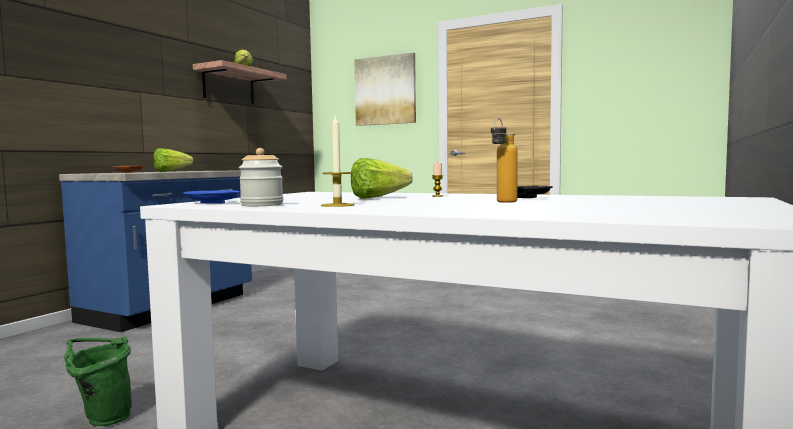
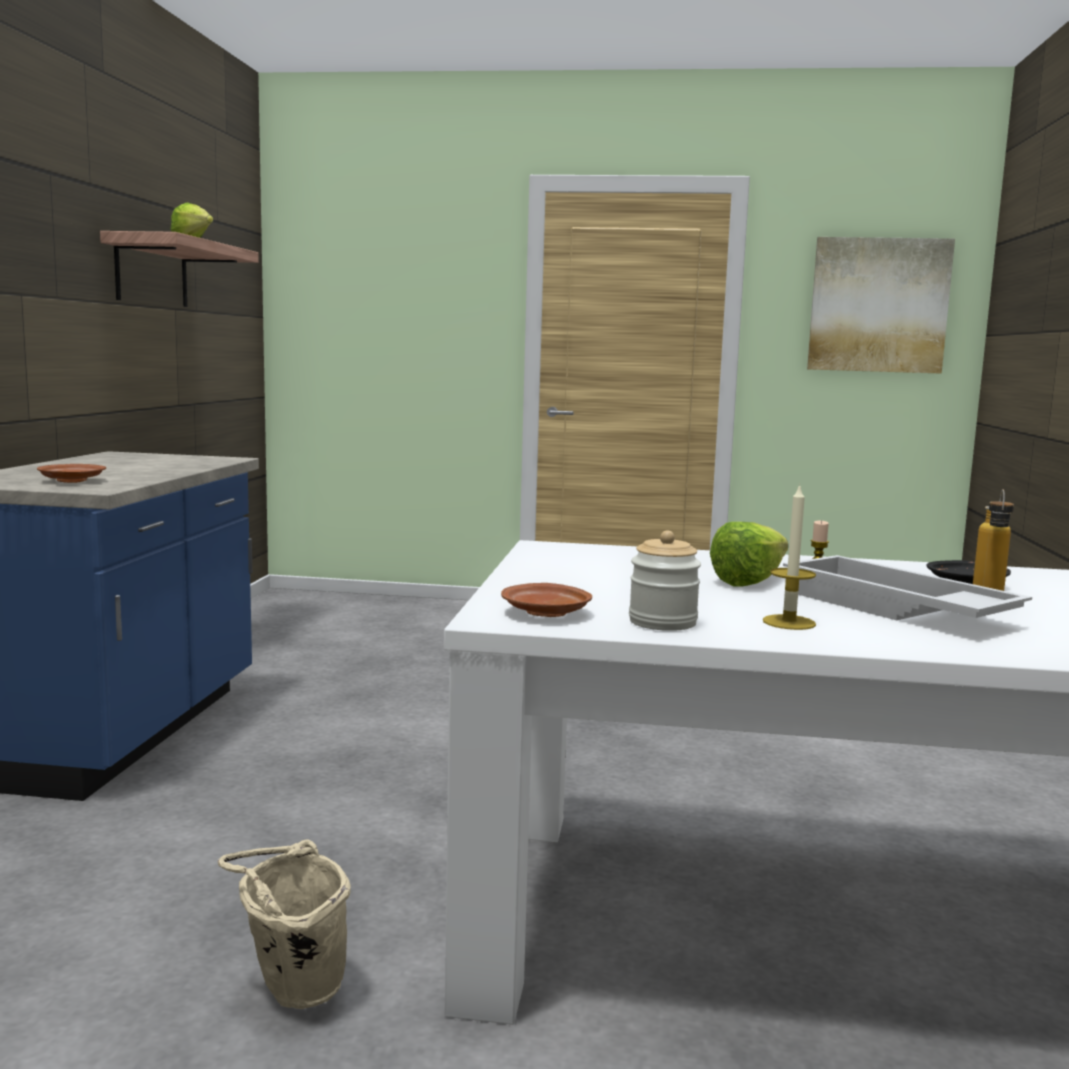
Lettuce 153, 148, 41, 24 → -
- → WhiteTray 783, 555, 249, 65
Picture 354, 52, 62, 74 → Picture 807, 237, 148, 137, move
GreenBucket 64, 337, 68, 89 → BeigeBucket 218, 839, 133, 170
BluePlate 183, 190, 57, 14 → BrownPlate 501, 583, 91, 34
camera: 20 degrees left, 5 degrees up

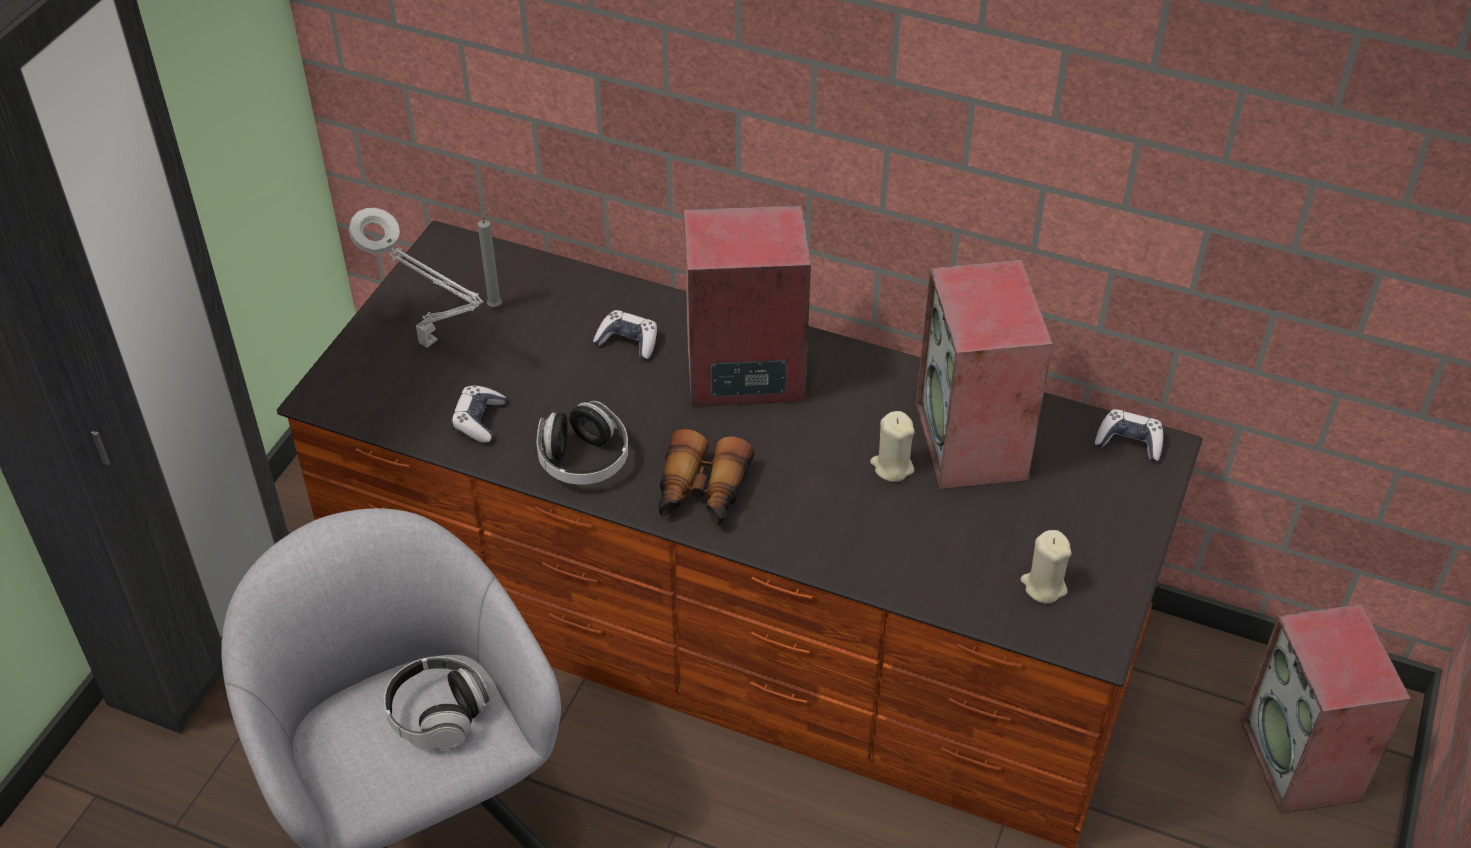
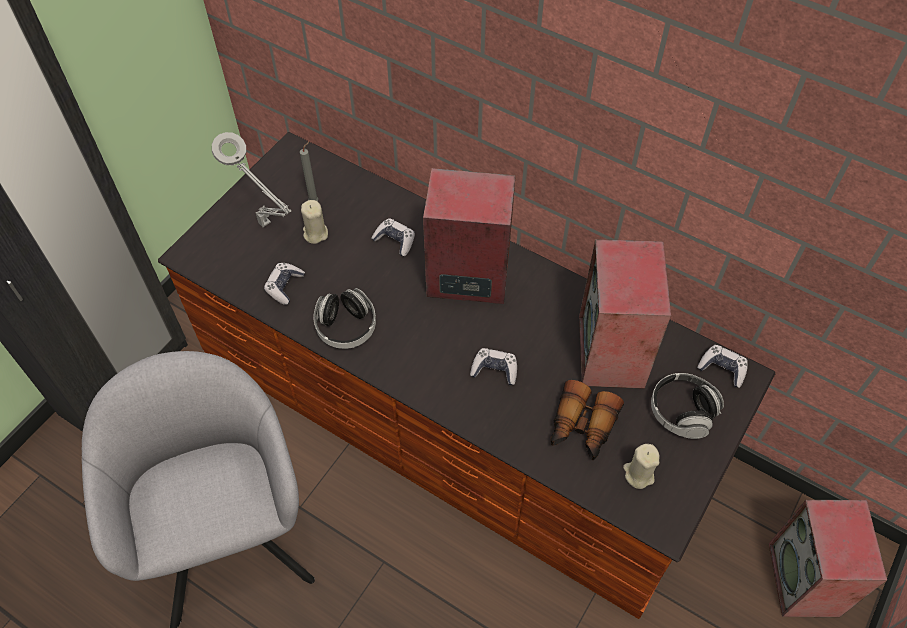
- → GameController 470, 348, 47, 37
Headphones 384, 657, 106, 92 → Headphones 651, 373, 73, 66, move
Binoculars 658, 429, 97, 97 → Binoculars 551, 380, 73, 80, move
BeigeCandle 870, 411, 45, 71 → BeigeCandle 301, 200, 27, 44, move
camera: 10 degrees right, 10 degrees up

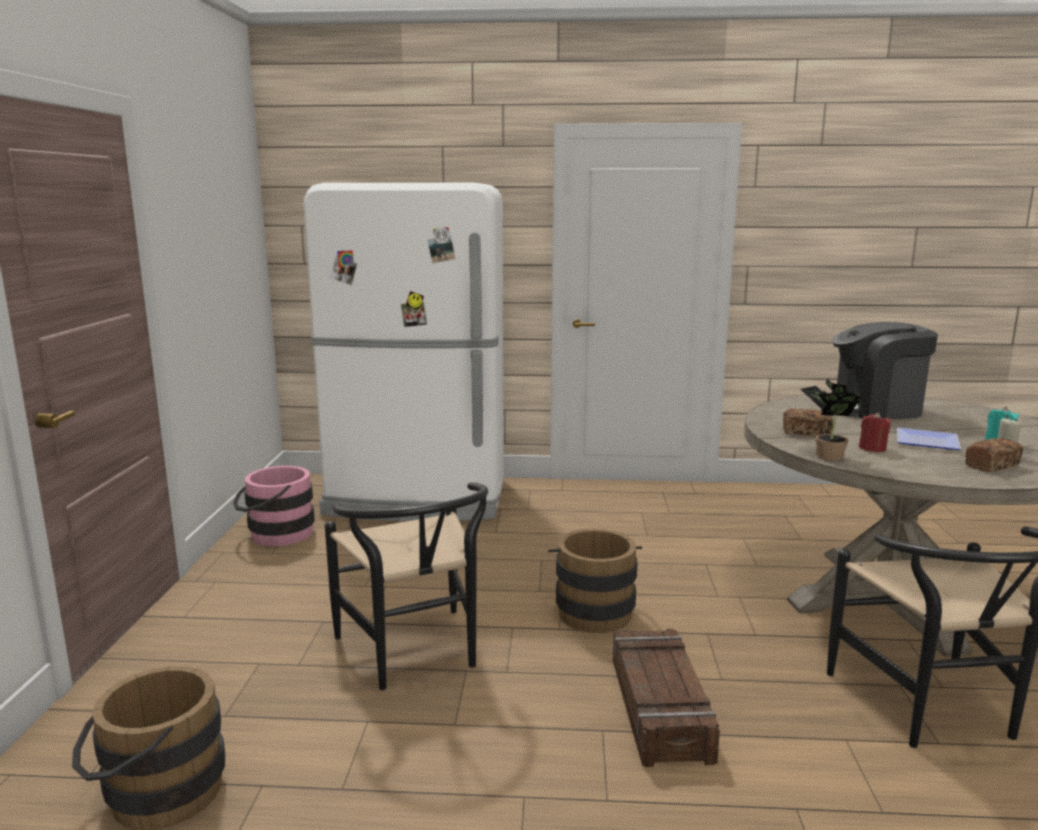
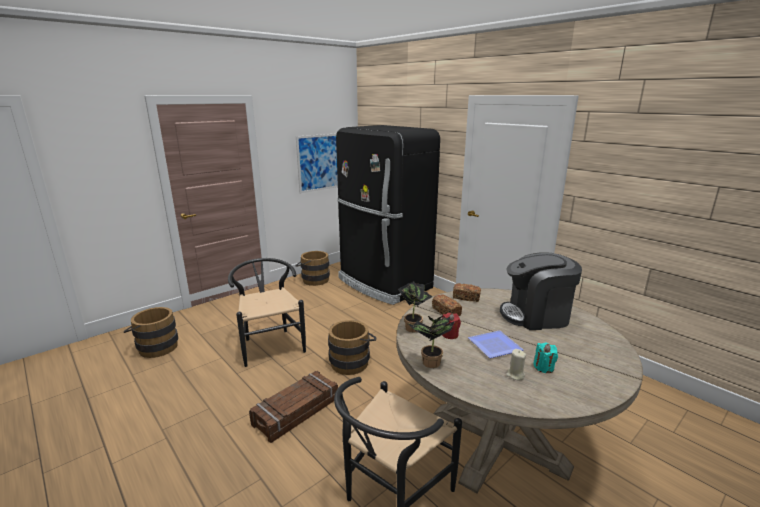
- → Picture 296, 133, 42, 60
- → PottedPlant 408, 315, 47, 53
Bread 965, 438, 58, 34 → Bread 453, 283, 28, 19, move
PinkBucket 233, 466, 82, 80 → BrownBucket 296, 251, 34, 35
WhiteFridge 303, 183, 201, 338 → BlackFridge 336, 125, 104, 180
BlackChair 325, 482, 163, 208 → BlackChair 228, 258, 78, 109, 135 degrees clockwise
CoffeeMachine 832, 322, 106, 97 → CoffeeMachine 500, 252, 82, 78, 45 degrees counterclockwise
camera: 45 degrees right, 5 degrees up

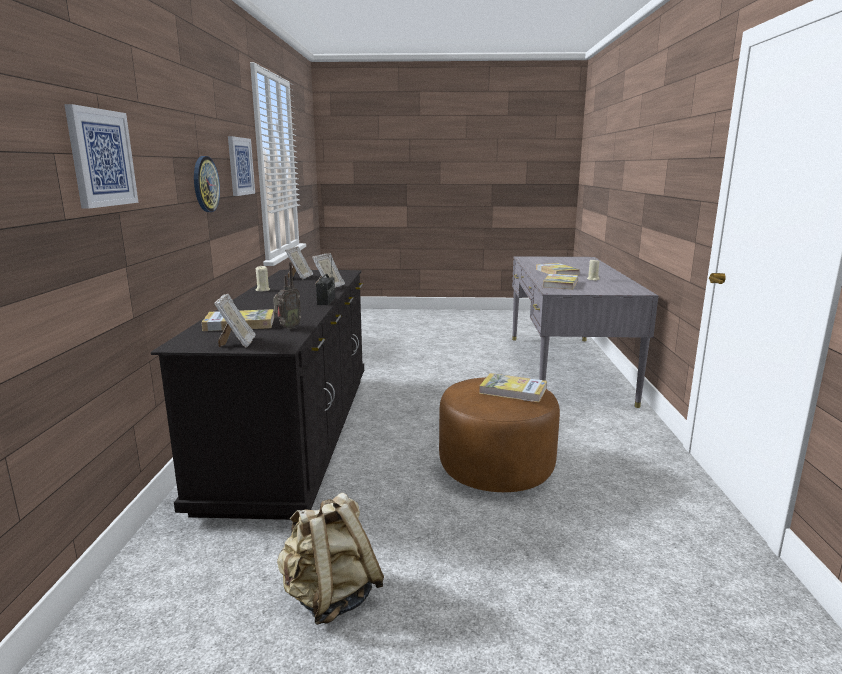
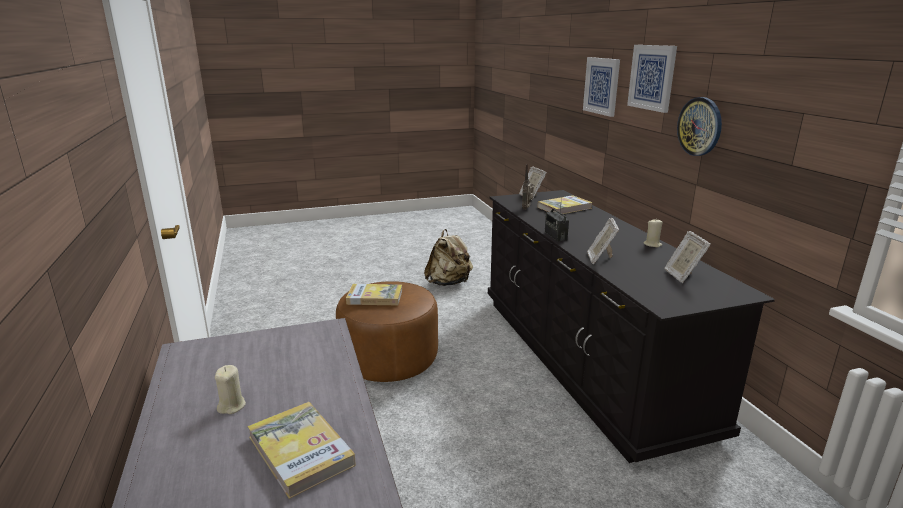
Book 543, 273, 35, 16 → -
Picture 228, 136, 27, 60 → Picture 627, 45, 50, 68, move
camera: 160 degrees right, 5 degrees up

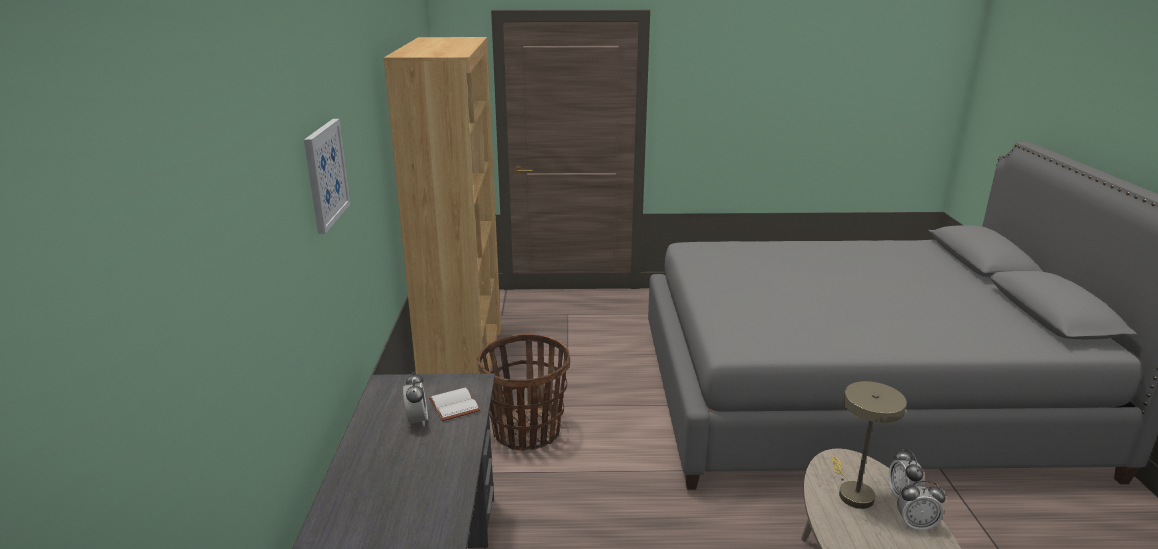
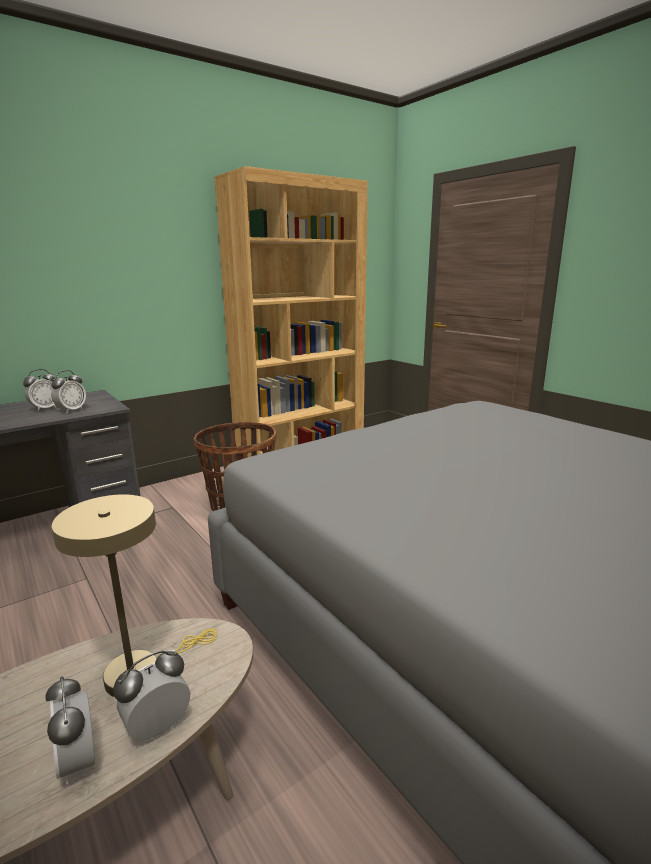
Picture 304, 119, 46, 115 → -
WhiteBook 429, 387, 52, 34 → AlarmClock 51, 370, 35, 43
camera: 55 degrees right, 5 degrees down

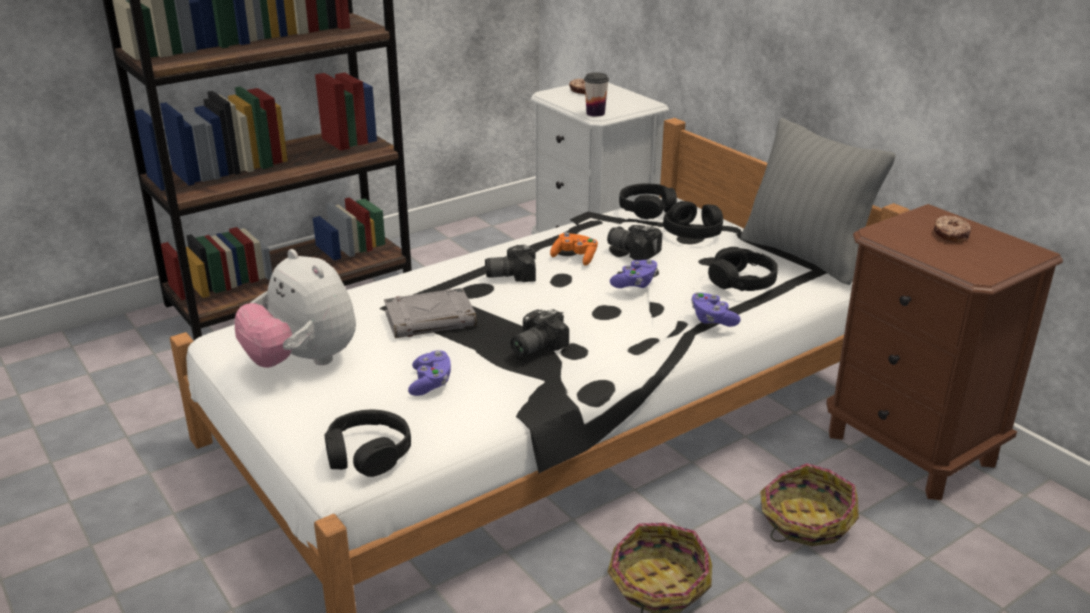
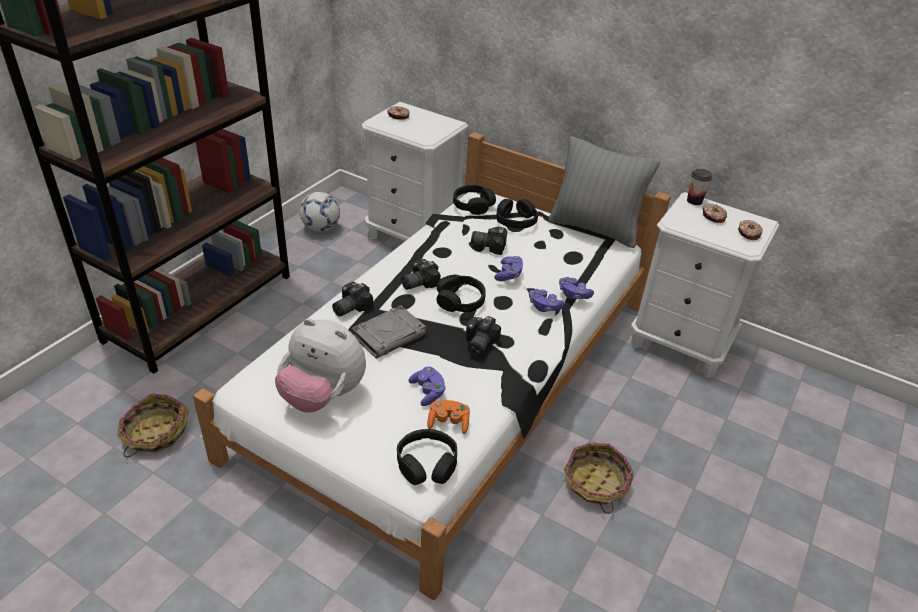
- → Football 299, 192, 41, 40
- → PhotoCamera 332, 281, 41, 35
- → PurpleGameController 529, 289, 36, 23
- → Donut 738, 220, 25, 20
OrangeGameController 550, 232, 48, 34 → OrangeGameController 427, 400, 43, 34, move
Cup 584, 72, 25, 45 → Cup 687, 169, 26, 36, move
BlackHeadphones 708, 247, 70, 44 → BlackHeadphones 437, 275, 49, 37, move
Basket 760, 463, 99, 83 → Basket 118, 393, 71, 64, move
BrownNightstand 826, 204, 237, 296 → WhiteNightstand 631, 192, 148, 186
camera: 25 degrees left, 10 degrees up

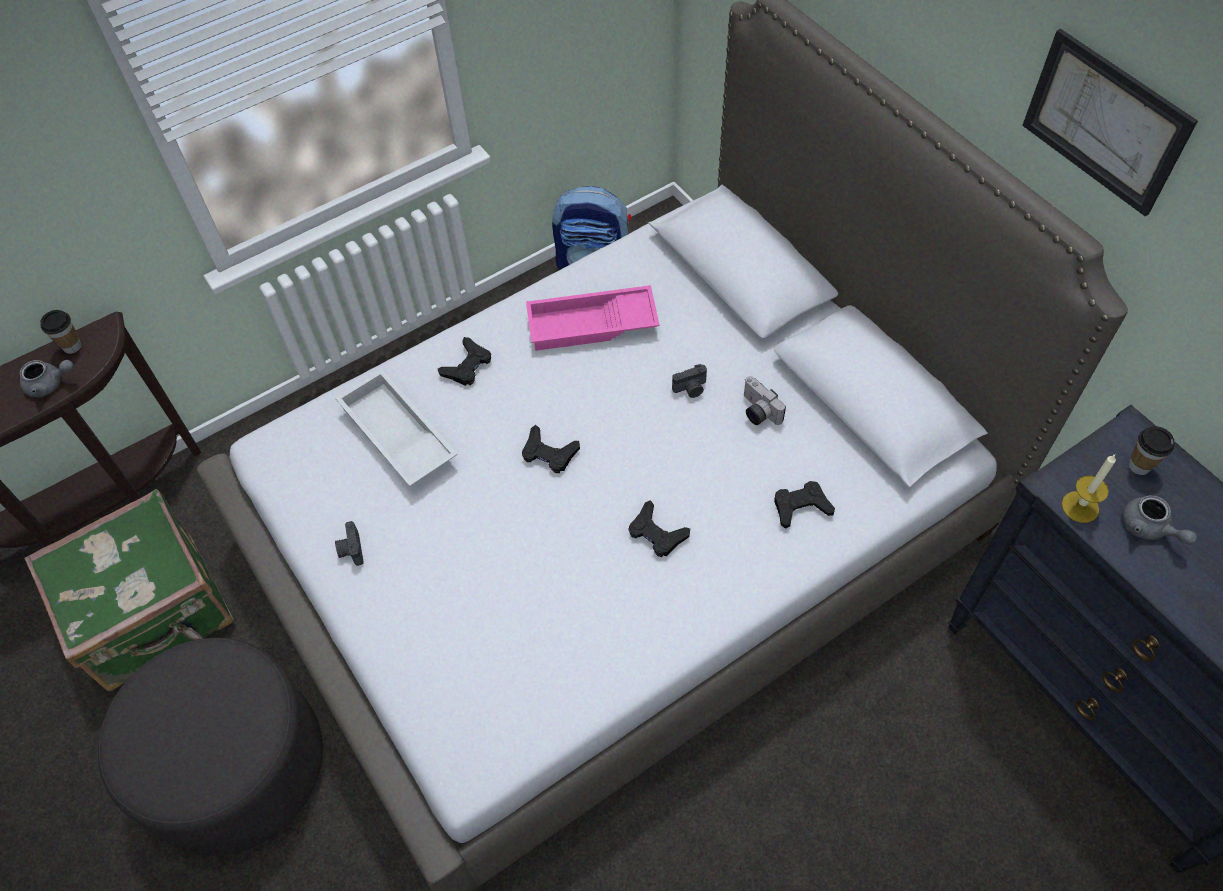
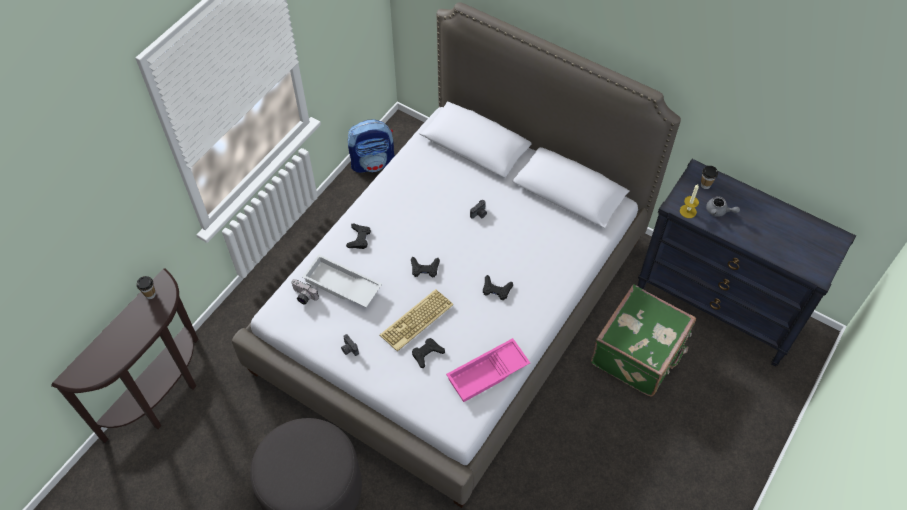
GreyTeapot 20, 360, 53, 37 → -
Picture 1022, 29, 176, 187 → -
- → Keyboard 380, 289, 73, 62
GreenSuitcase 24, 489, 210, 203 → GreenSuitcase 591, 284, 105, 113, move
PinkTray 526, 285, 134, 66 → PinkTray 446, 338, 84, 64, move
PhotoCamera 744, 376, 42, 49 → PhotoCamera 291, 279, 28, 26, move
BlackGameController 774, 481, 61, 48 → BlackGameController 412, 338, 33, 30, move
camera: 25 degrees left, 0 degrees up

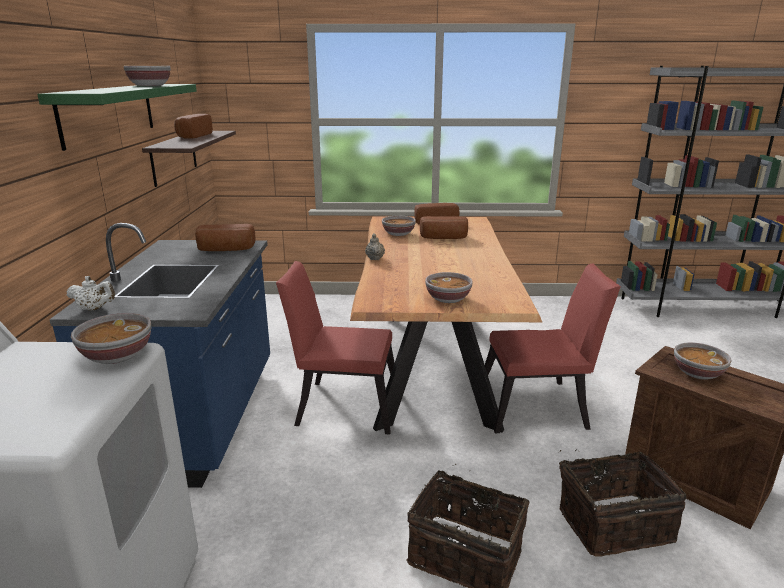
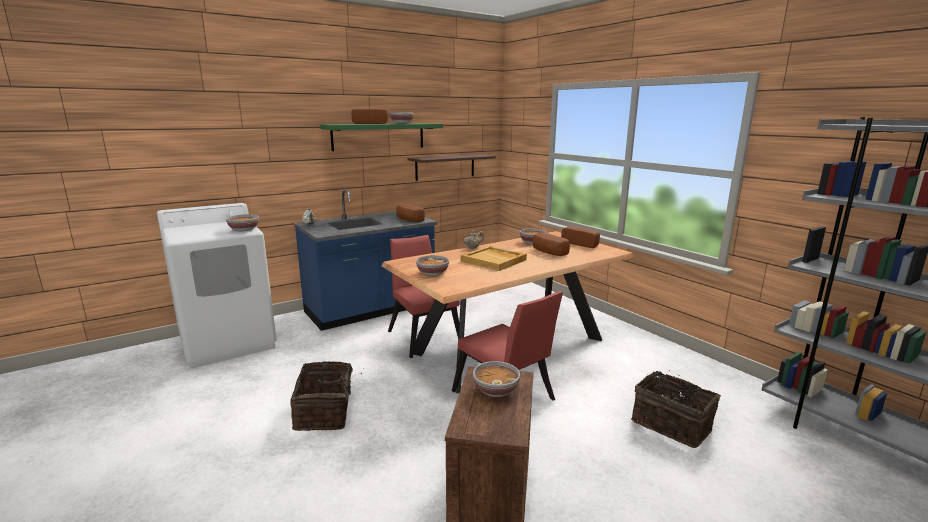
- → BeigeTray 461, 246, 66, 25
Bread 174, 114, 39, 25 → Bread 351, 109, 36, 15, move
Basket 559, 450, 128, 107 → Basket 631, 370, 90, 78, move
camera: 55 degrees right, 5 degrees down

